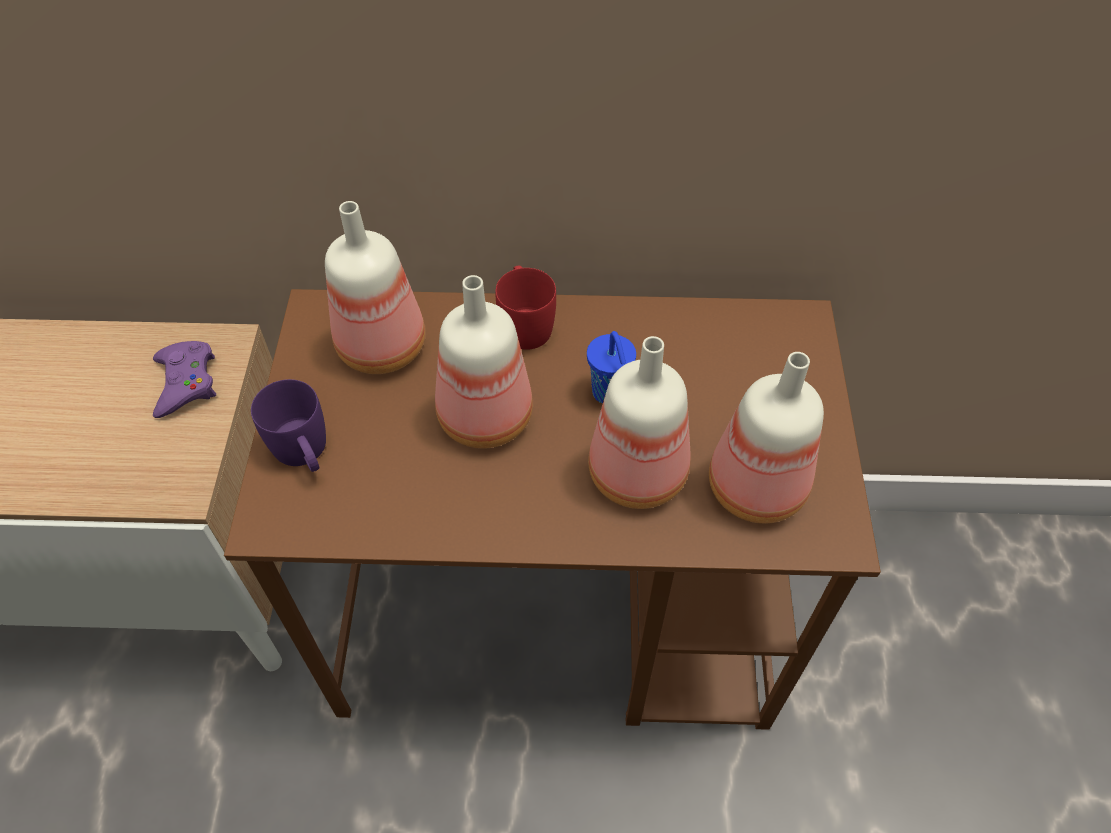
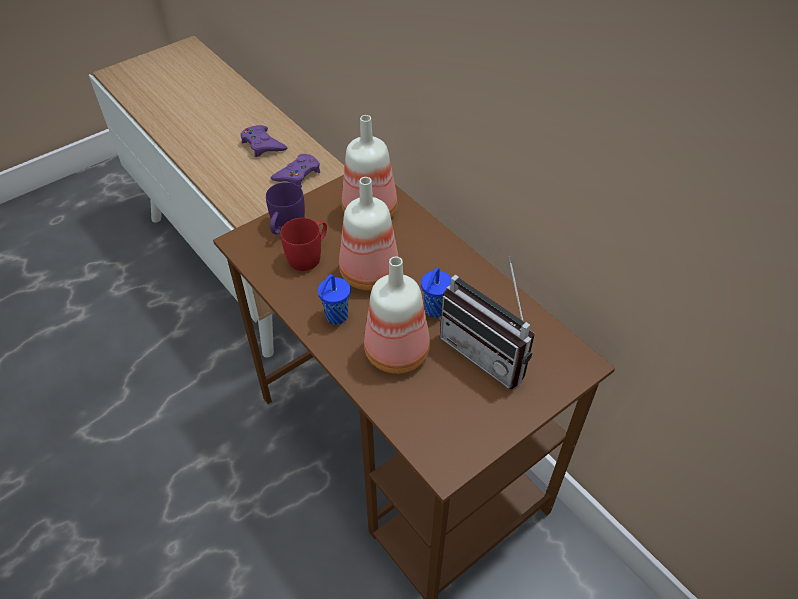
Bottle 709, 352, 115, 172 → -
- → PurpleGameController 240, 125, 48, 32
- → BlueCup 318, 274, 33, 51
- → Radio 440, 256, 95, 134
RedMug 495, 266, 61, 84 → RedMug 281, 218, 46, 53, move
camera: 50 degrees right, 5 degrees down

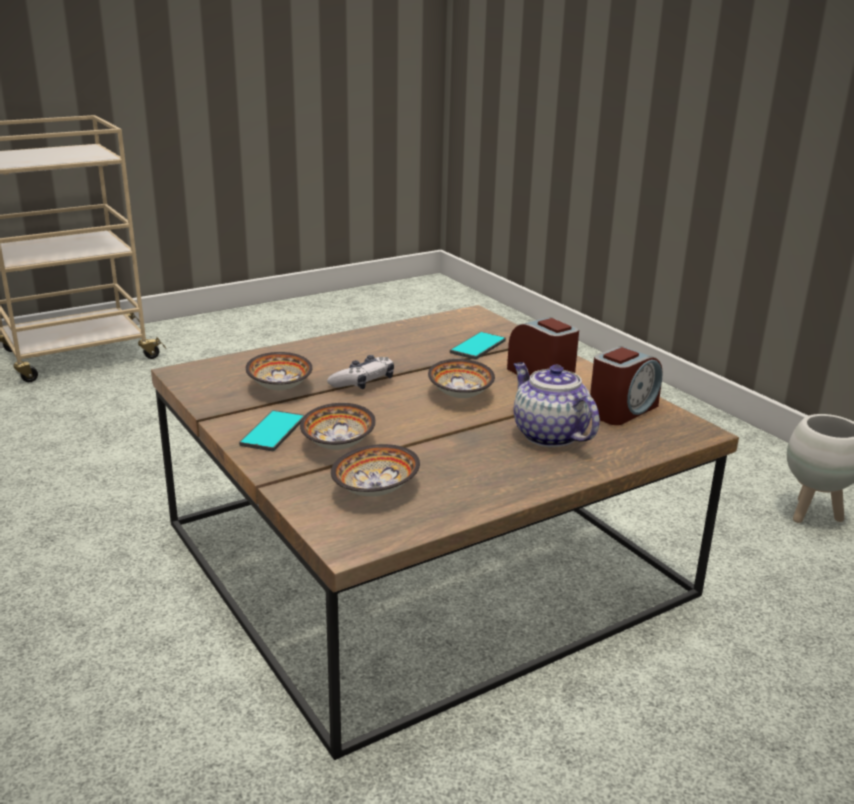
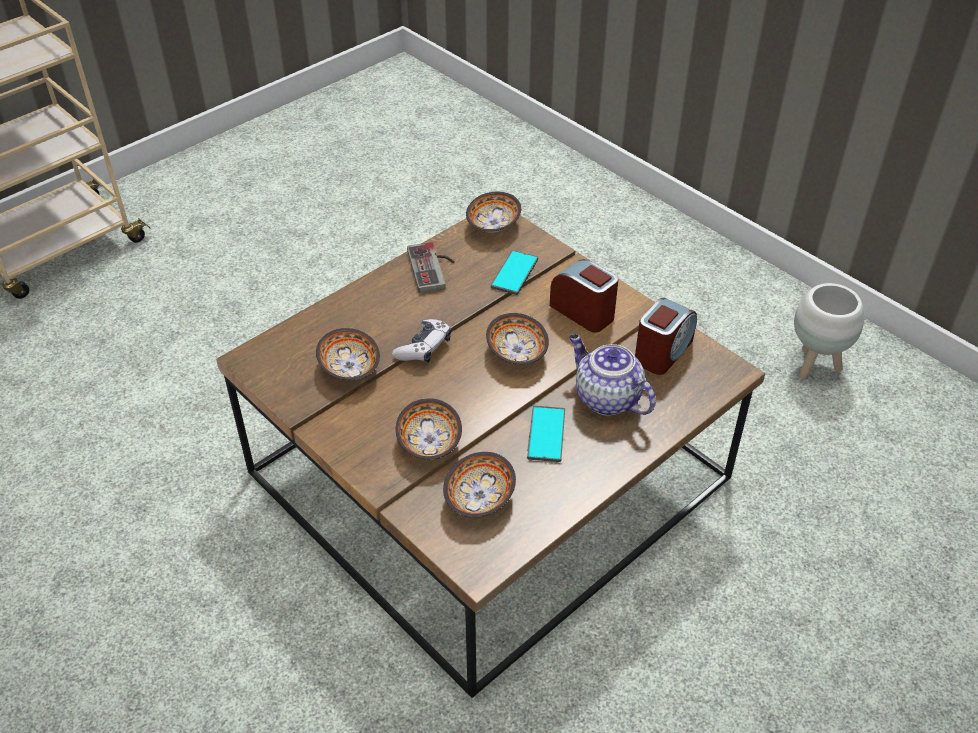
- → GameController 407, 242, 48, 51
- → Bowl 466, 192, 55, 41
Phone 239, 410, 66, 41 → Phone 527, 406, 38, 56, move
camera: 10 degrees left, 20 degrees up

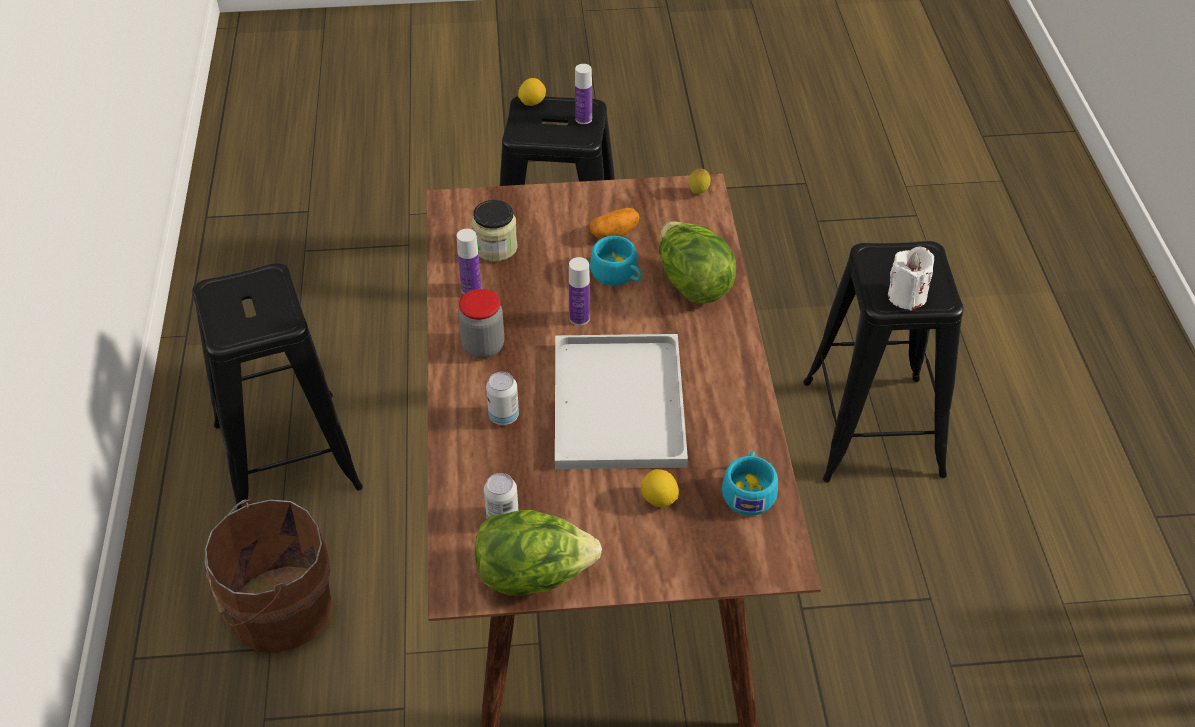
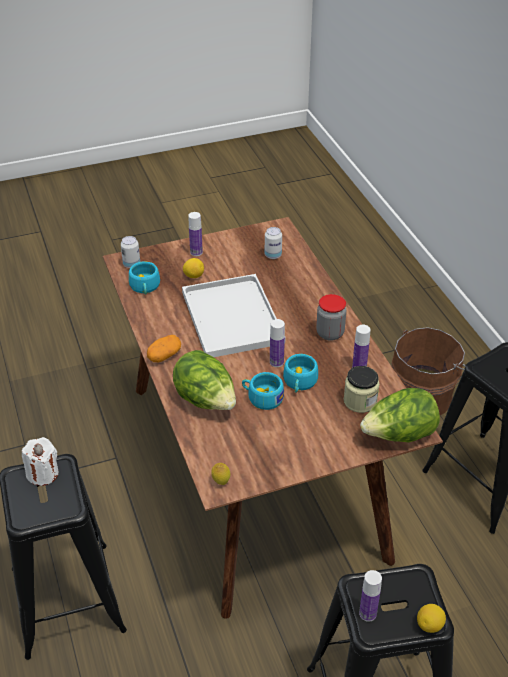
- → Bottle 188, 212, 15, 44
- → TurquoiseCup 283, 354, 35, 38
Lettuce 475, 510, 127, 86 → Lettuce 360, 388, 80, 54, move
Can 486, 372, 33, 53 → Can 121, 236, 19, 32, move
Potato 589, 208, 50, 31 → Potato 147, 335, 34, 27, move
camera: 165 degrees right, 5 degrees down

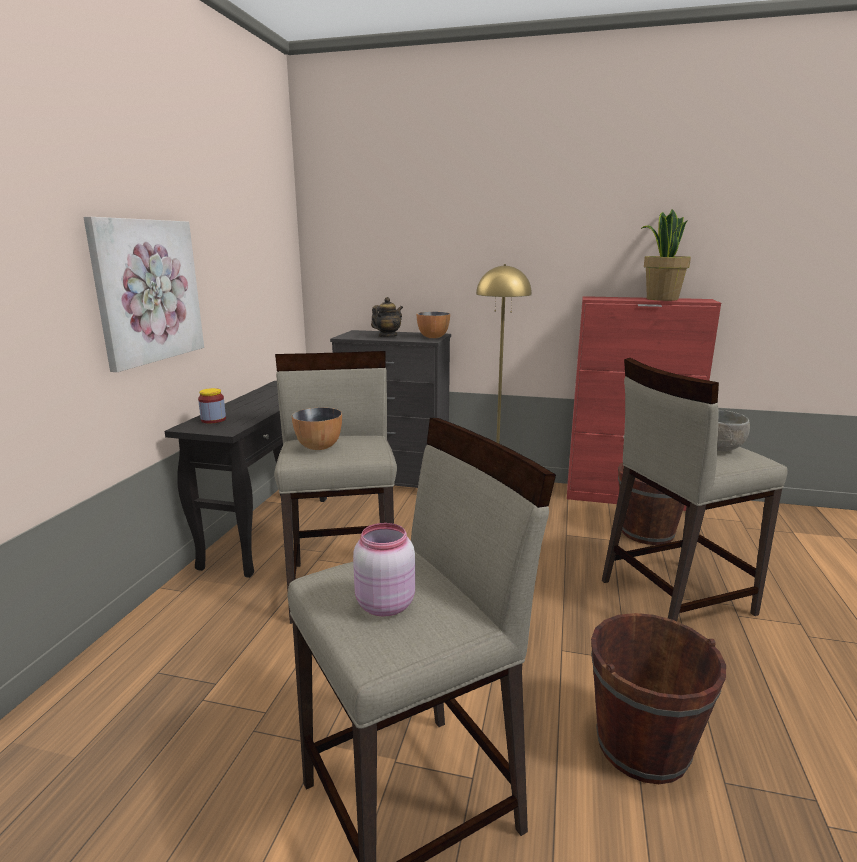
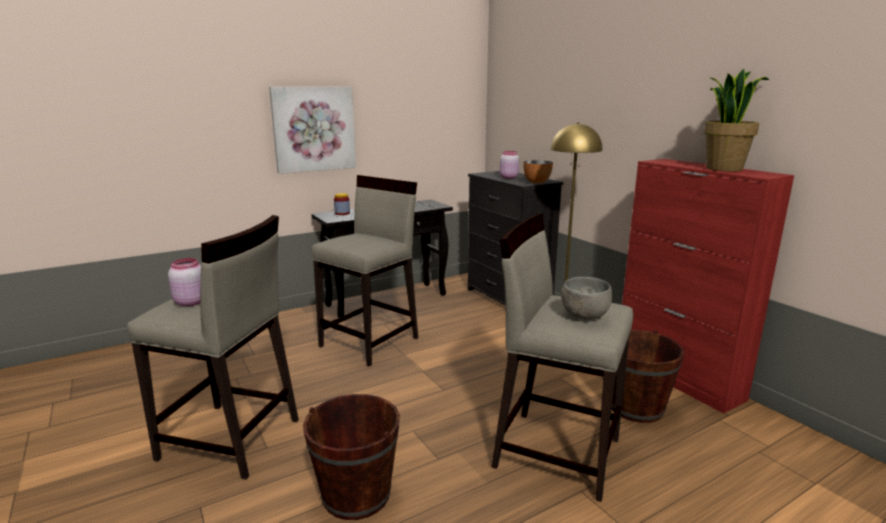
Bowl 292, 408, 50, 42 → -
Teapot 371, 297, 32, 40 → PinkJar 500, 151, 19, 27
camera: 45 degrees right, 0 degrees up

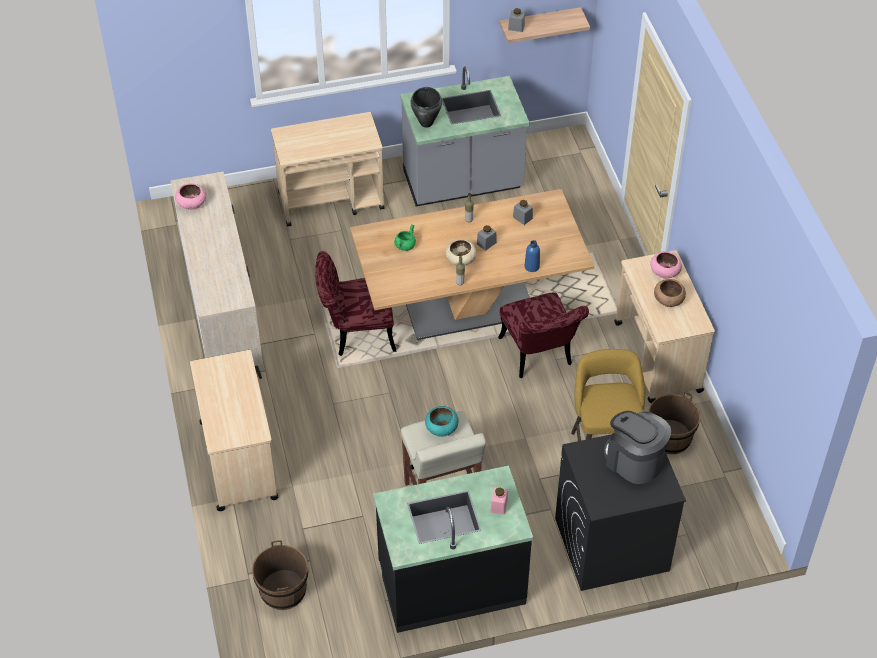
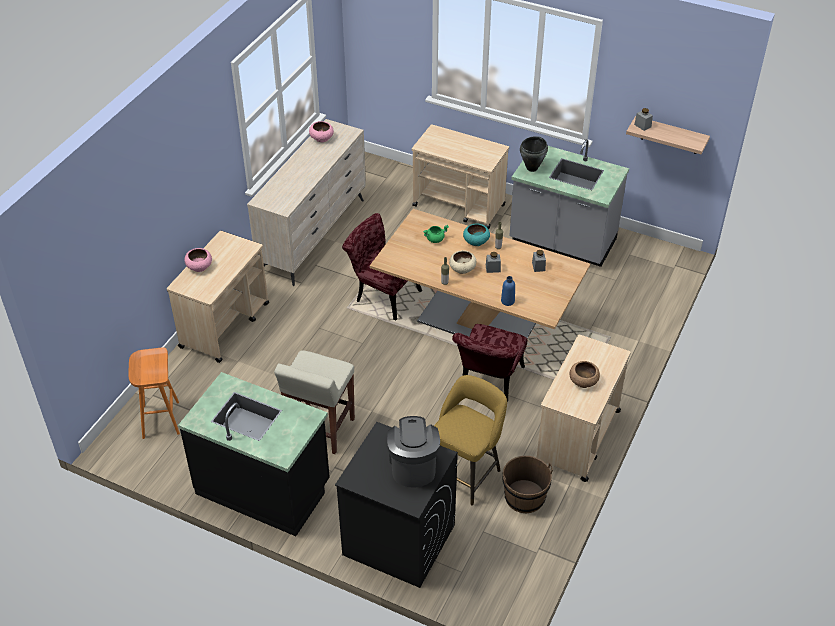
PinkJar 490, 487, 18, 28 → -
TurquoiseBowl 425, 406, 34, 31 → TurquoiseBowl 463, 224, 27, 22, move
PinkBowl 650, 251, 32, 28 → PinkBowl 184, 248, 28, 24, move
BrownBucket 252, 540, 56, 70 → OrangeStool 129, 347, 51, 92
camera: 40 degrees right, 5 degrees down

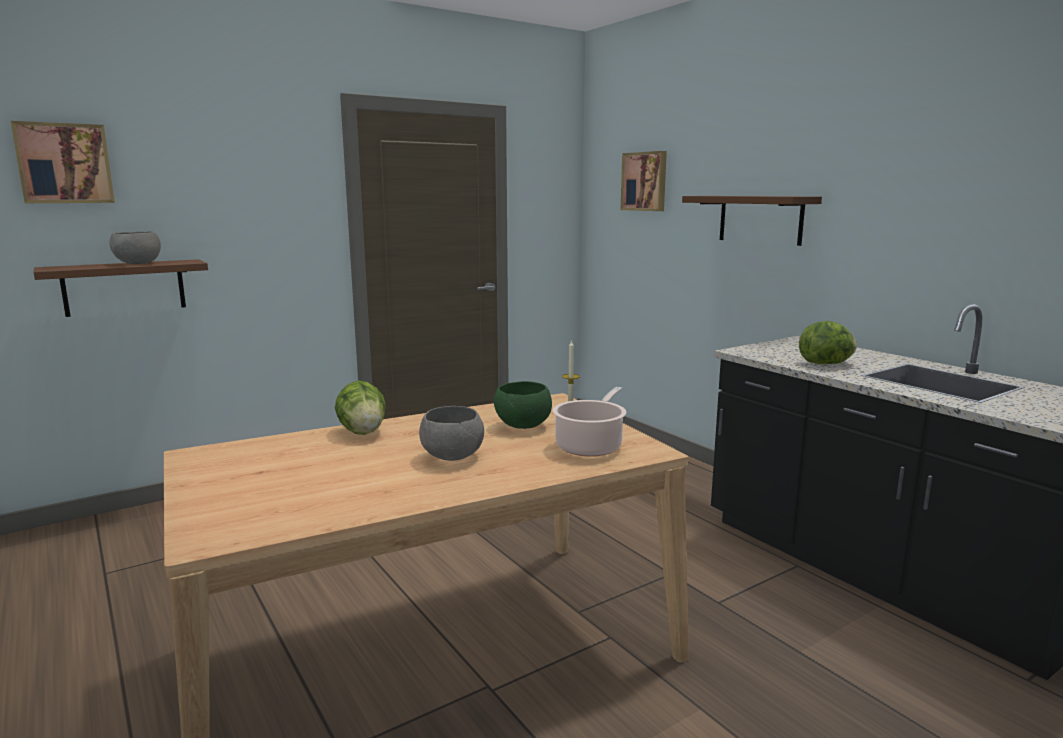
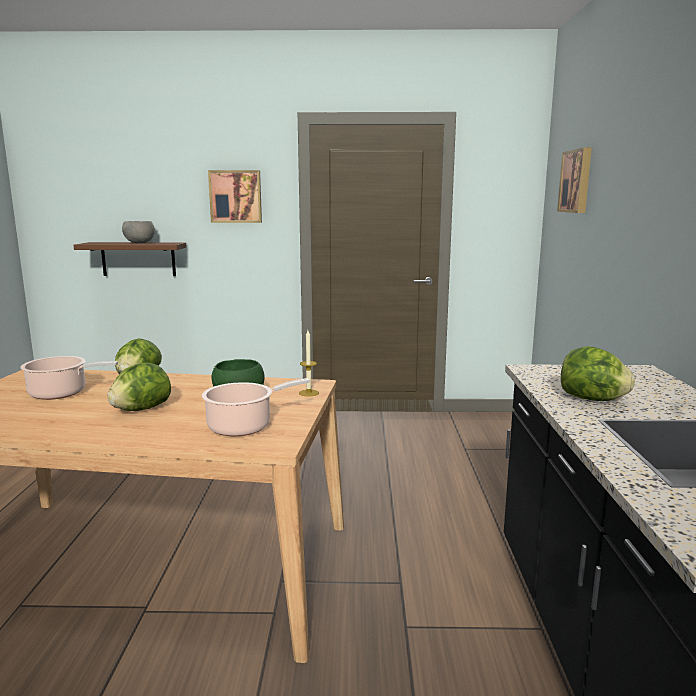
BrownShelf 682, 196, 140, 50 → -
- → CookingPot 20, 356, 98, 44
Picture 11, 121, 104, 82 → Picture 208, 170, 54, 53, move
GreyBowl 419, 406, 65, 55 → Lettuce 108, 363, 63, 48
camera: 35 degrees right, 0 degrees up

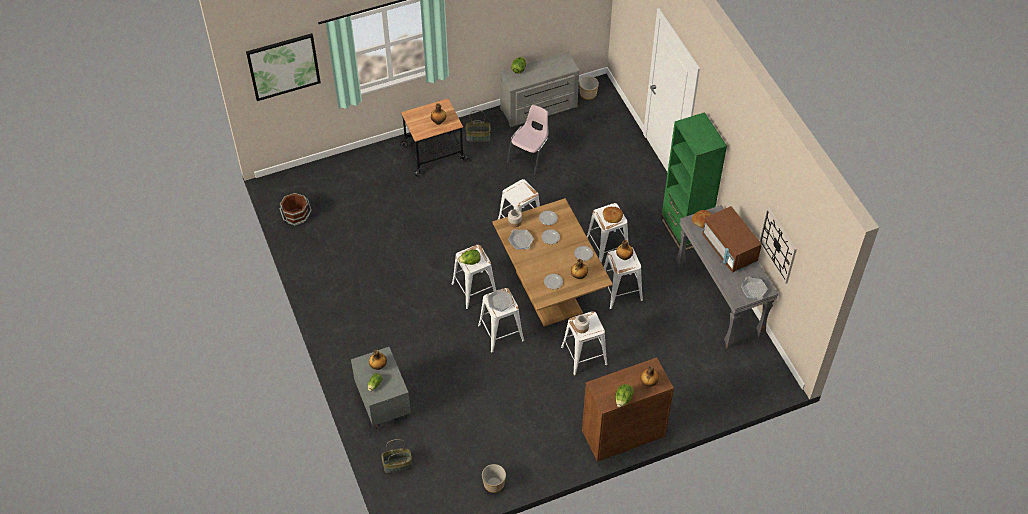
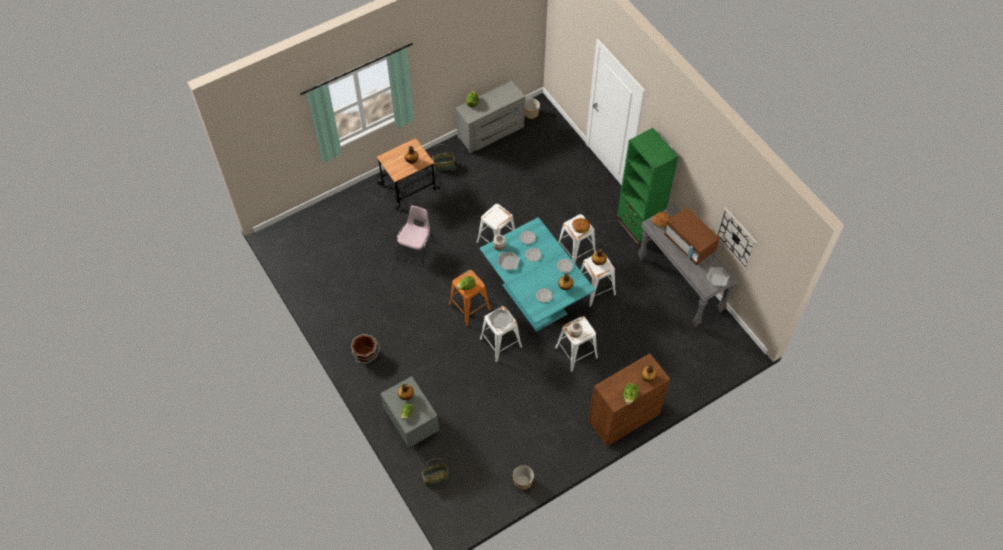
Picture 246, 33, 75, 68 → -
BrownBucket 280, 193, 32, 33 → BrownBucket 351, 334, 30, 30, move
PinkChair 507, 105, 46, 70 → PinkChair 396, 206, 39, 62, move
WhiteStool 451, 245, 45, 64 → OrangeStool 449, 270, 42, 56
BrownDiningTable 492, 198, 121, 129 → TurquoiseDiningTable 480, 217, 115, 115
camera: 10 degrees left, 5 degrees up

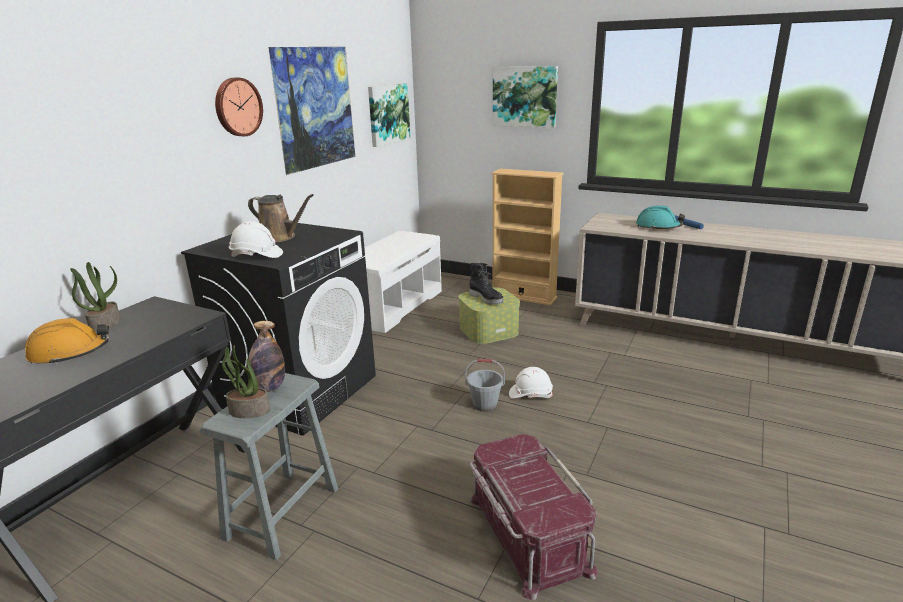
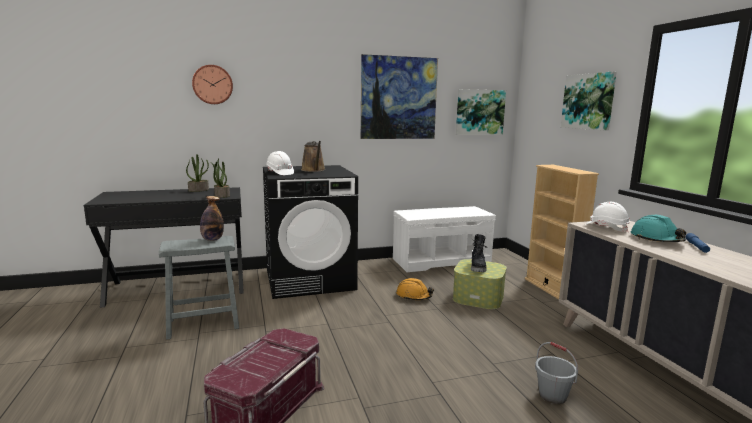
OrangeHardHat 25, 318, 85, 47 → OrangeHardHat 396, 278, 38, 22, move
WallClock 215, 78, 48, 58 → WallClock 192, 65, 41, 39, move
PottedPlant 222, 345, 48, 73 → PottedPlant 210, 158, 20, 40, move
GreyBucket 465, 359, 40, 53 → GreyBucket 535, 342, 43, 62, move
WhiteHardHat 509, 367, 44, 31 → WhiteHardHat 586, 202, 44, 30, move
camera: 45 degrees right, 10 degrees down

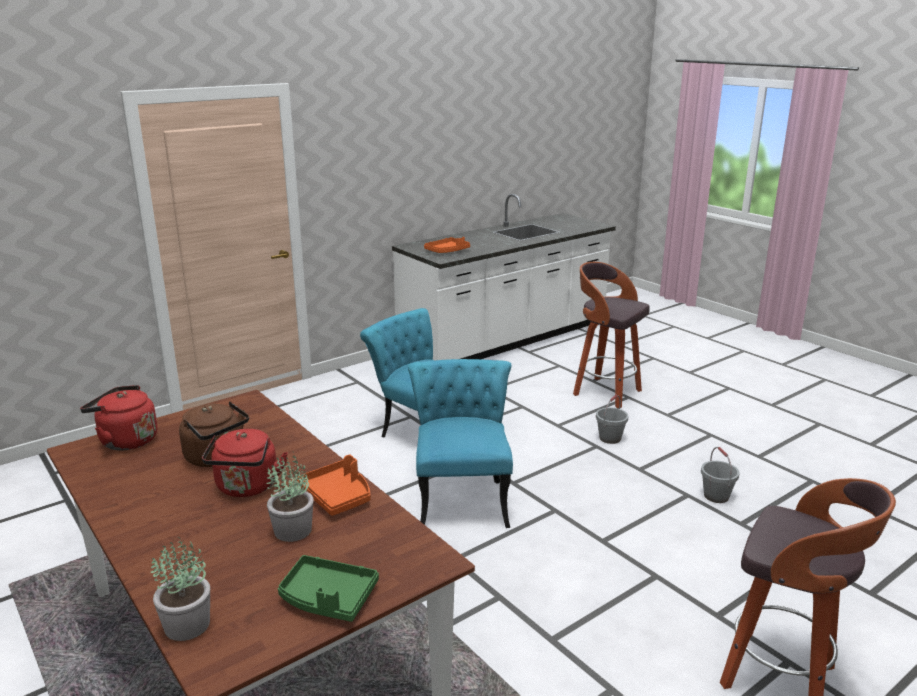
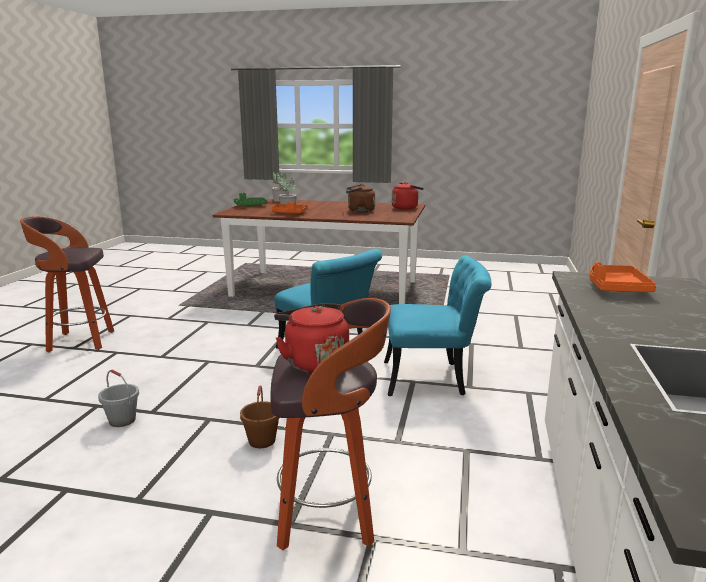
RedKettle 202, 429, 86, 68 → RedKettle 274, 303, 75, 71, move
GreyBucket 596, 395, 33, 49 → BrownBucket 240, 385, 39, 63
camera: 140 degrees right, 5 degrees down

